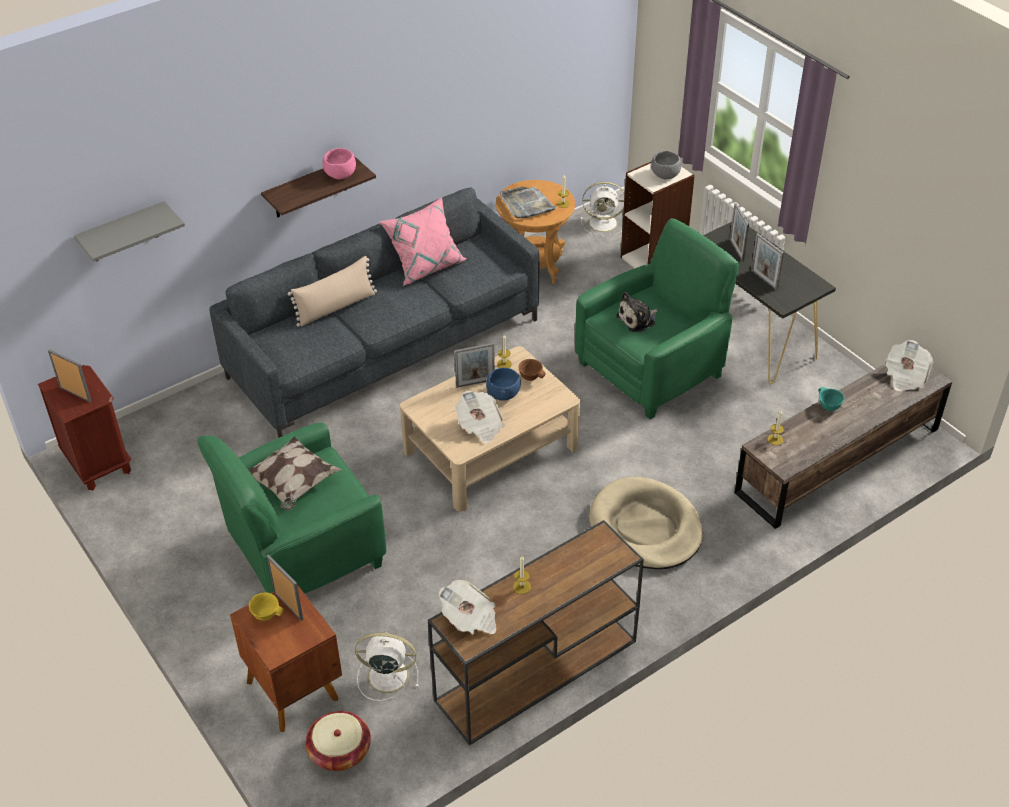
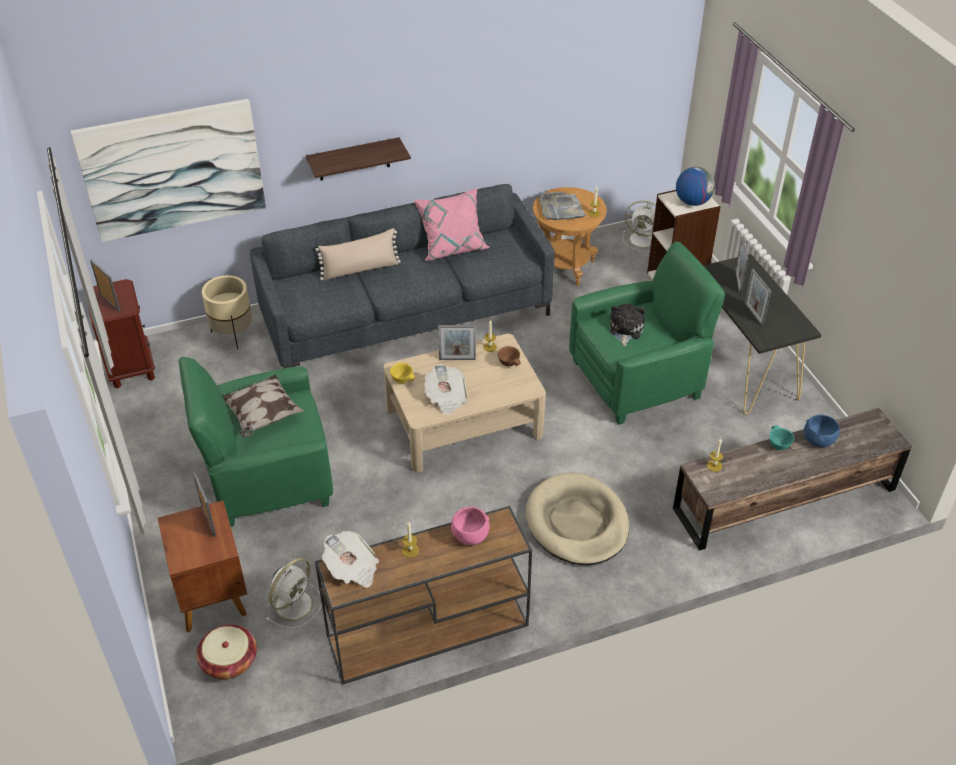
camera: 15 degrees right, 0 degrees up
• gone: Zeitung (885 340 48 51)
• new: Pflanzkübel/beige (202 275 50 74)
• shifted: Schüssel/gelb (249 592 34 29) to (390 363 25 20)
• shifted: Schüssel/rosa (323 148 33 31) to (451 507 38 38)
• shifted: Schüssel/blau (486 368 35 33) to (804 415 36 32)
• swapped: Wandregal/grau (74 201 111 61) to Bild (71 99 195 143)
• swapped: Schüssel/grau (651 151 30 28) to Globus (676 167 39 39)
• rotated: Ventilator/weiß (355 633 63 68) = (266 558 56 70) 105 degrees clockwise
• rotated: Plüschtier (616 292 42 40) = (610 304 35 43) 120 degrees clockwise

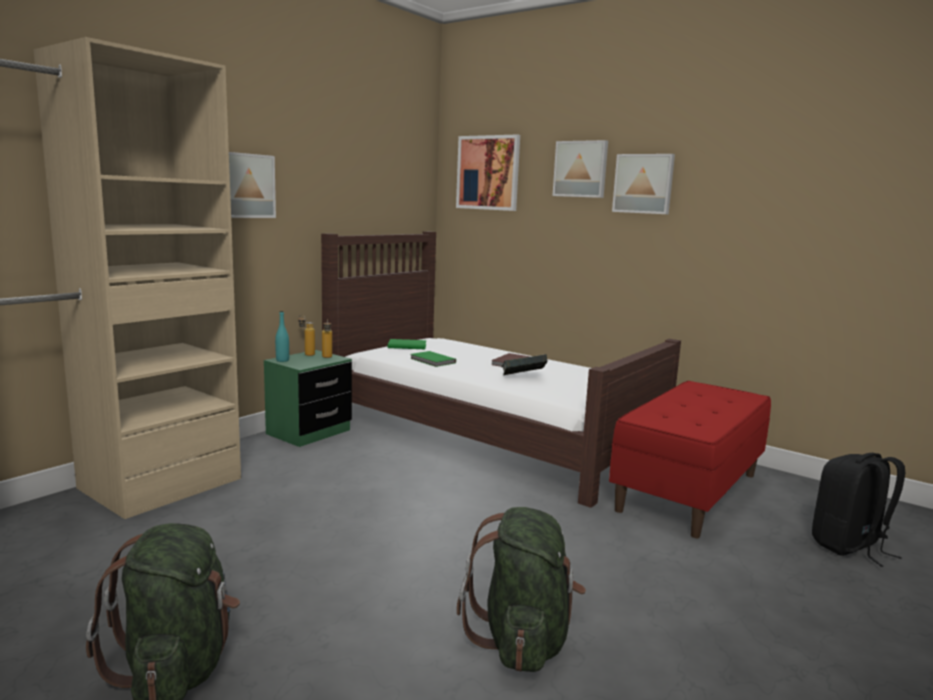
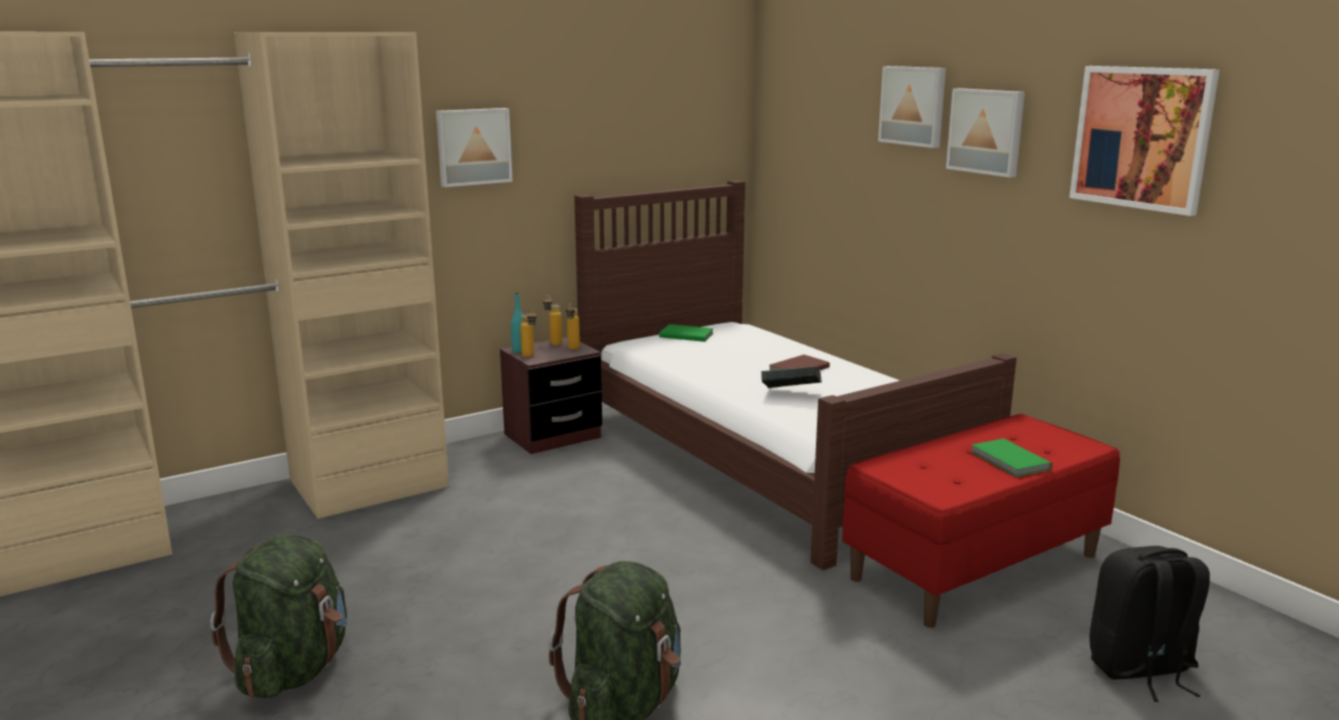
camera: 20 degrees right, 5 degrees up
• new: Flasche (520 309 16 48)
• shifted: Buch/grün (410 351 46 16) to (970 439 82 38)
• shifted: Bild (456 135 64 76) to (1069 66 151 150)
• repainted: Nachttisch/grün (264 350 88 97) to Nachttisch/braun (500 337 102 117)

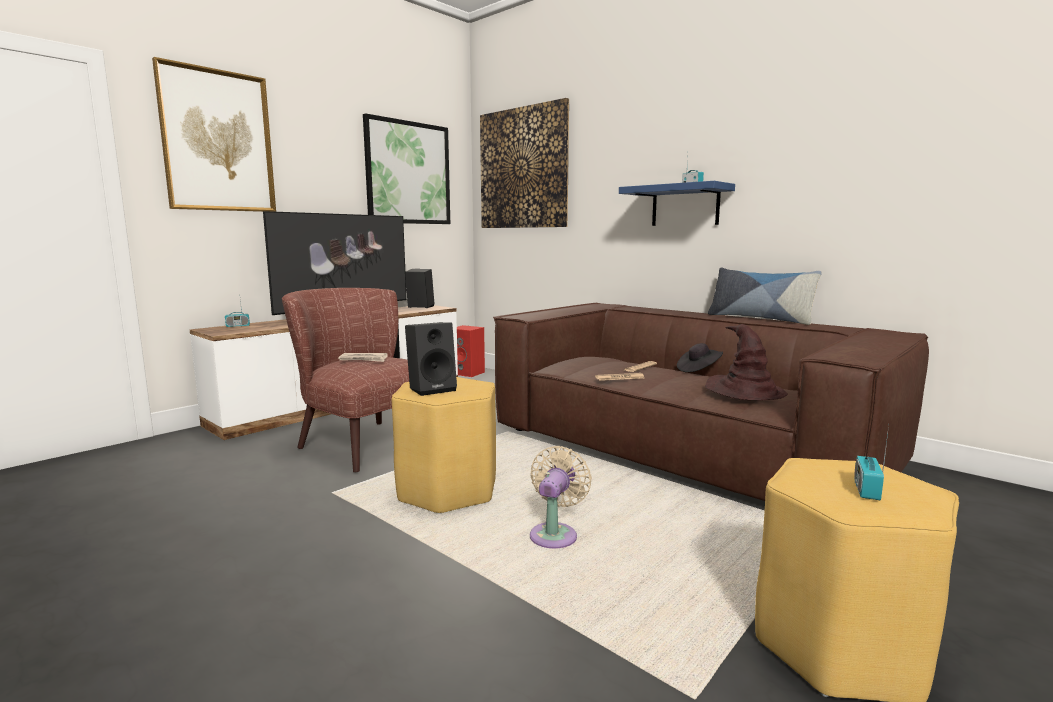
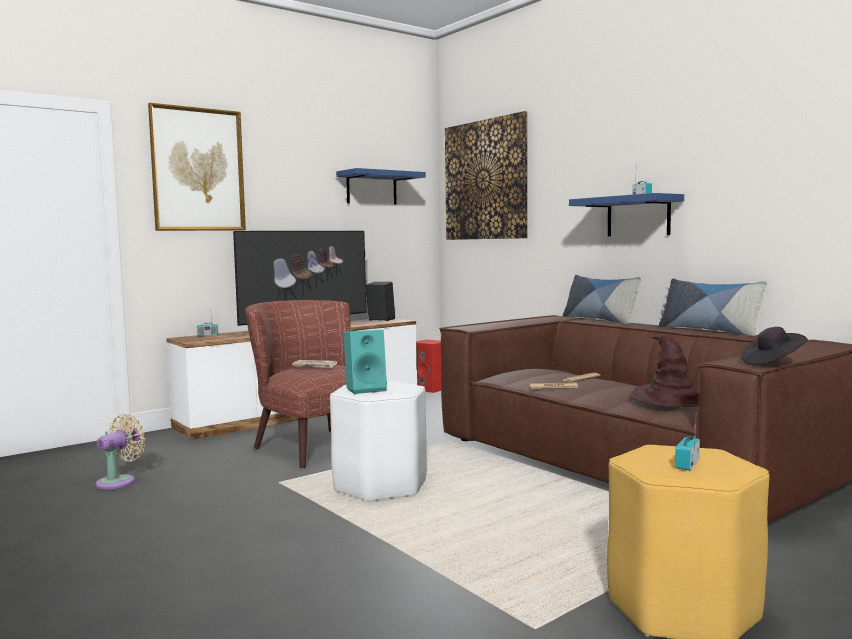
camera: 10 degrees right, 5 degrees down
• new: Kissen (563 275 78 50)
• shifted: Ventilator/beige (530 446 62 102) to (96 414 50 75)
• shifted: Hut/schwarz (677 343 46 29) to (741 327 67 38)
• swapped: Bild (363 113 87 111) to Wandregal/blau (336 168 90 36)
• repainted: Hocker/gelb (392 377 104 136) to Hocker/weiß (330 381 97 120)
• repainted: Lautsprecher/schwarz (405 322 52 74) to Lautsprecher/türkis (343 330 44 64)

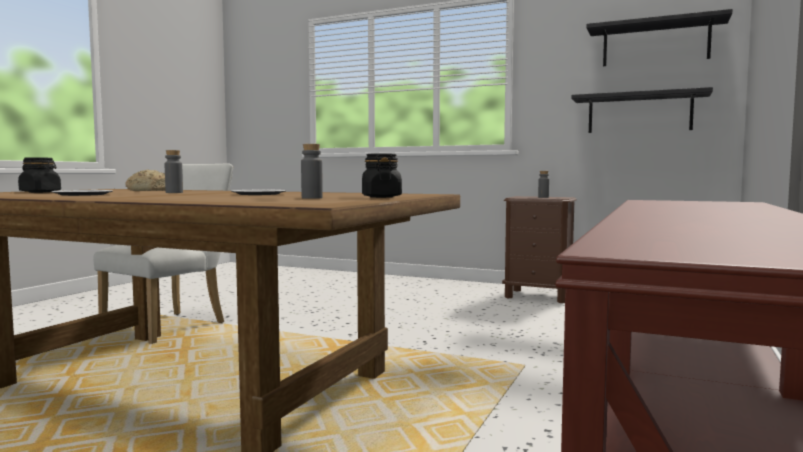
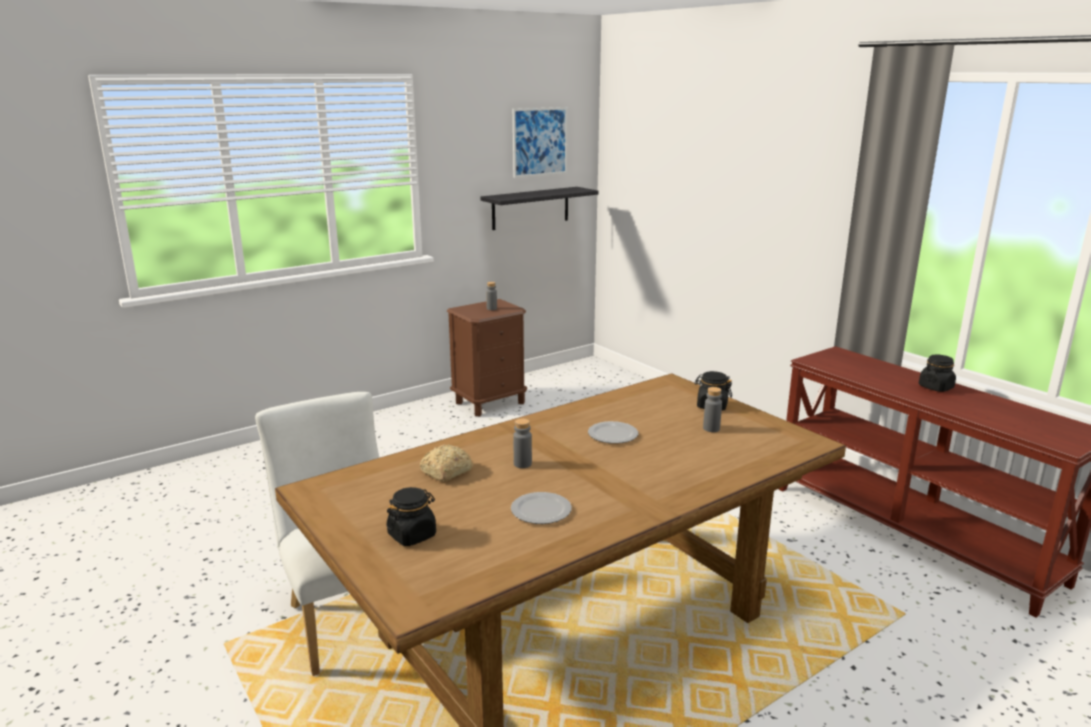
camera: 60 degrees left, 15 degrees up
• new: Vorratsglas/schwarz (919 355 37 37)
• swapped: Wandregal/schwarz (586 9 147 57) to Bild (513 107 54 71)

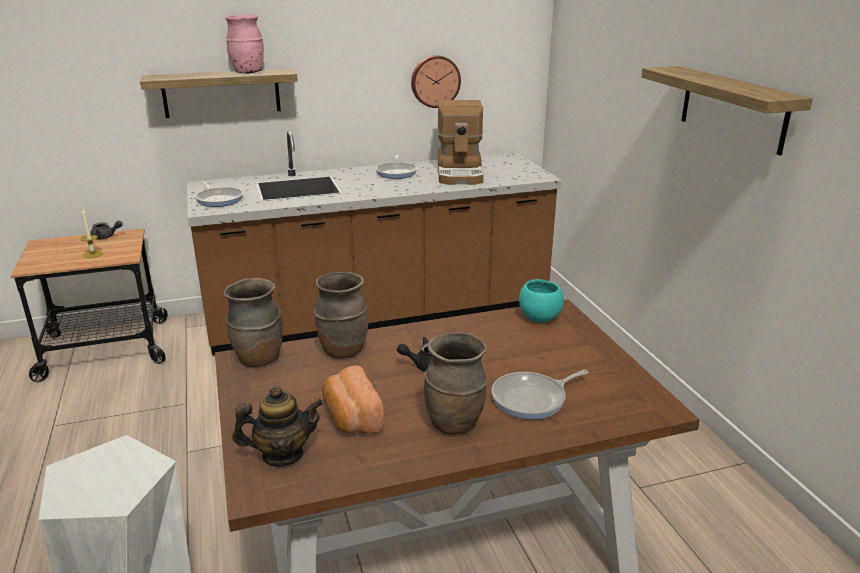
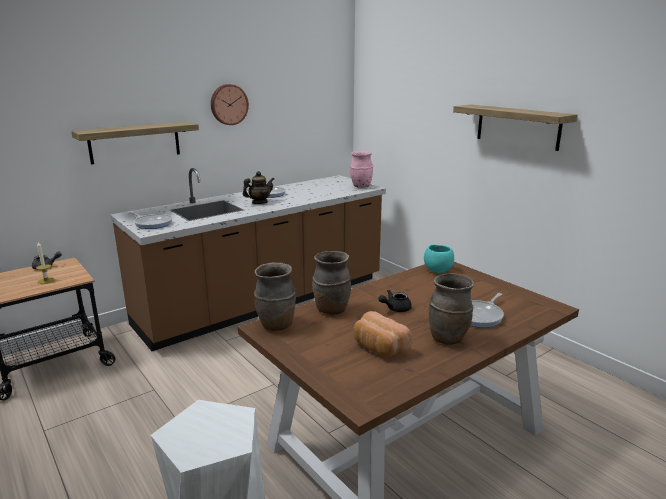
camera: 20 degrees left, 5 degrees down
• gone: Kaffeemaschine (438 100 46 85)
• shifted: Vase/rosa (225 15 39 59) to (350 151 23 37)
• shifted: Teekanne (232 386 92 81) to (243 171 31 33)
• shifted: Wanduhr (411 55 50 53) to (211 84 38 41)

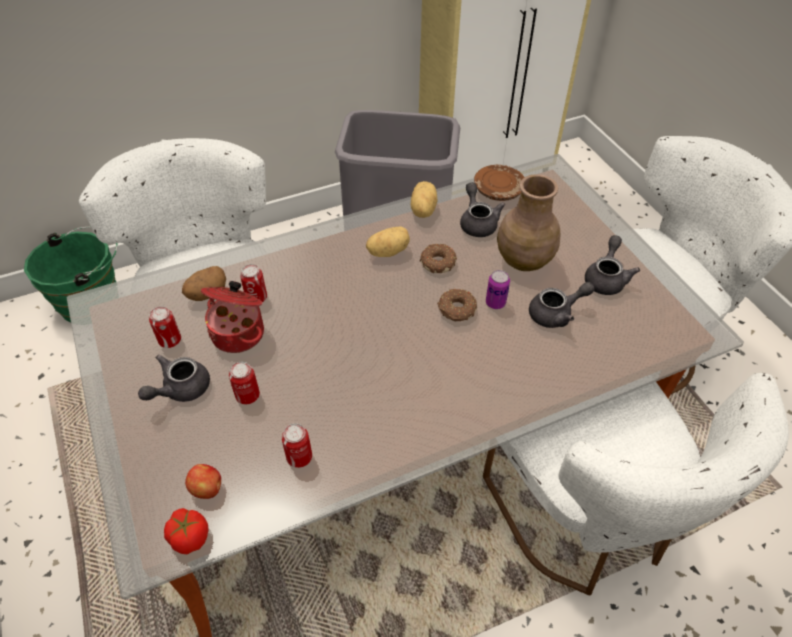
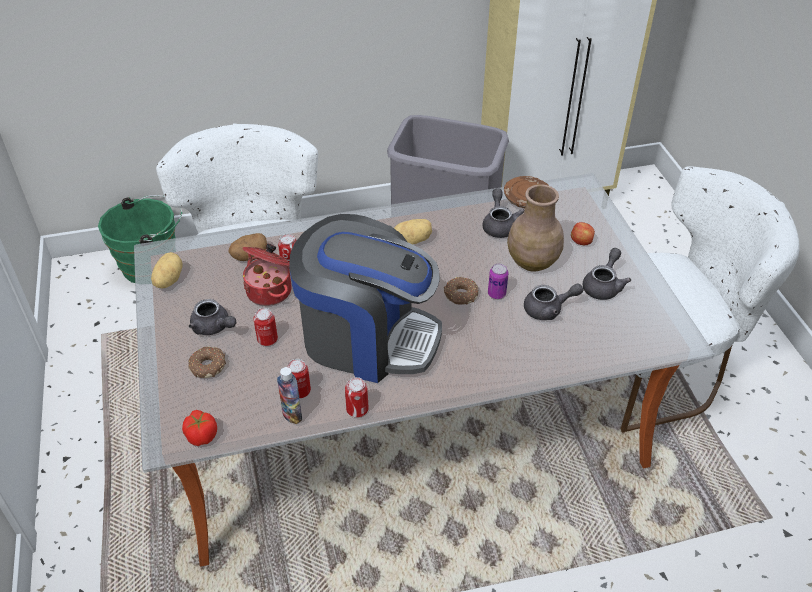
camera: 10 degrees right, 5 degrees down
• gone: Stuhl/weiß (483 373 306 222)
• new: Flasche (277 367 25 57)
• new: Kaffeemaschine (289 214 153 169)
• shifted: Dose (149 306 32 42) to (345 377 24 40)
• shifted: Apfel (185 464 36 35) to (571 222 24 23)
• shifted: Kartoffel (411 181 27 37) to (151 252 32 37)
• shifted: Donut (420 244 37 29) to (188 347 38 31)
• rotated: Teekanne/grau (138 355 72 47) = (189 299 47 36) 105 degrees counterclockwise

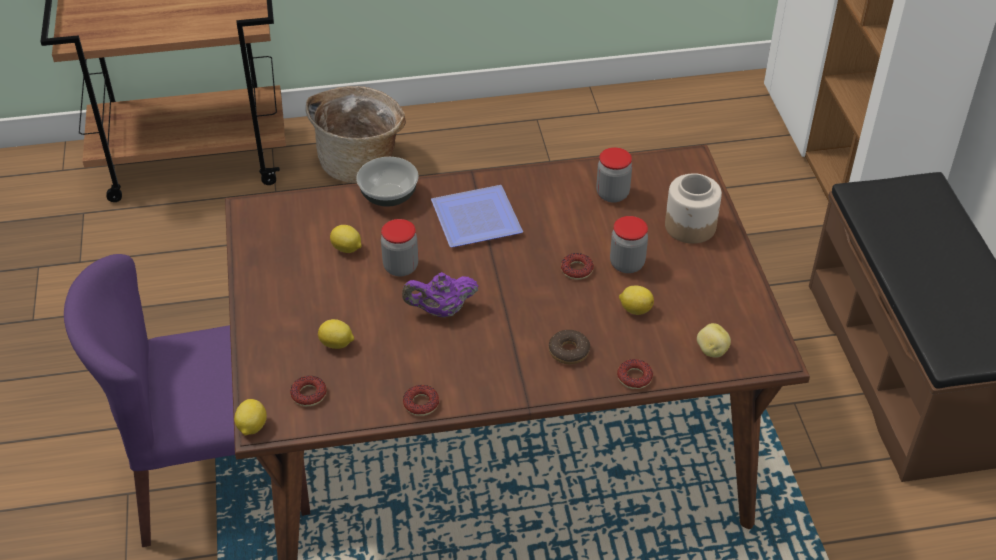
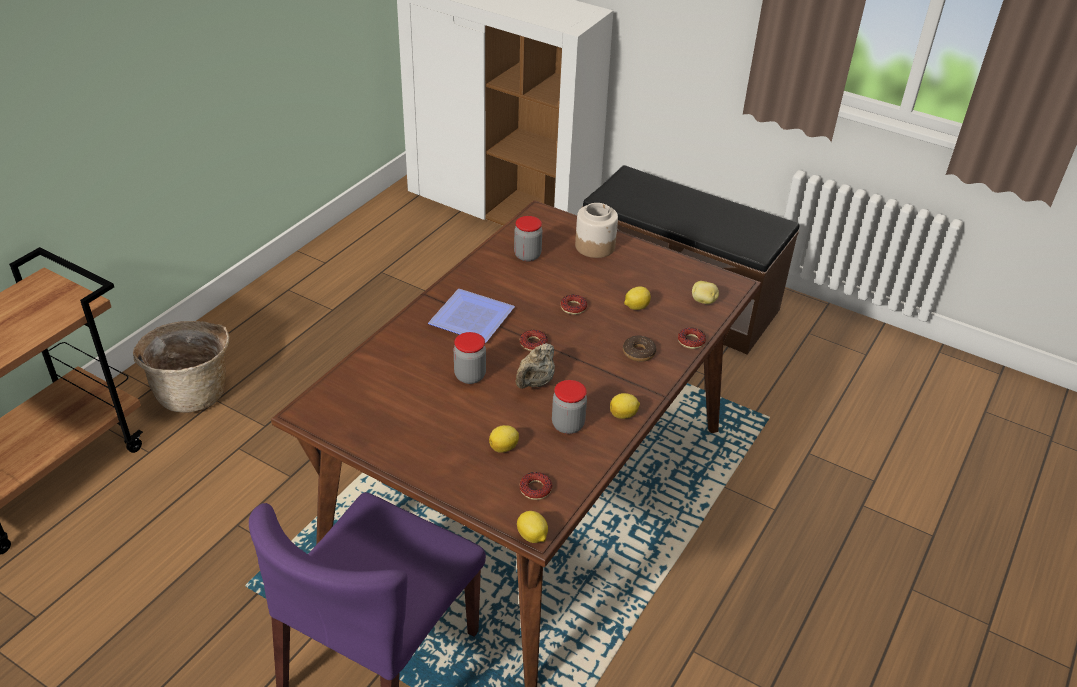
camera: 50 degrees left, 5 degrees down
• gone: Schüssel (356 157 63 50)
• shifted: Zitrone (330 225 32 28) to (610 393 30 26)
• shifted: Donut (403 385 36 31) to (520 330 28 21)
• shifted: Vorratsglas (610 216 38 57) to (552 380 35 54)
• repainted: Teekanne/lila (402 272 76 46) to Teekanne/beige (516 343 39 46)

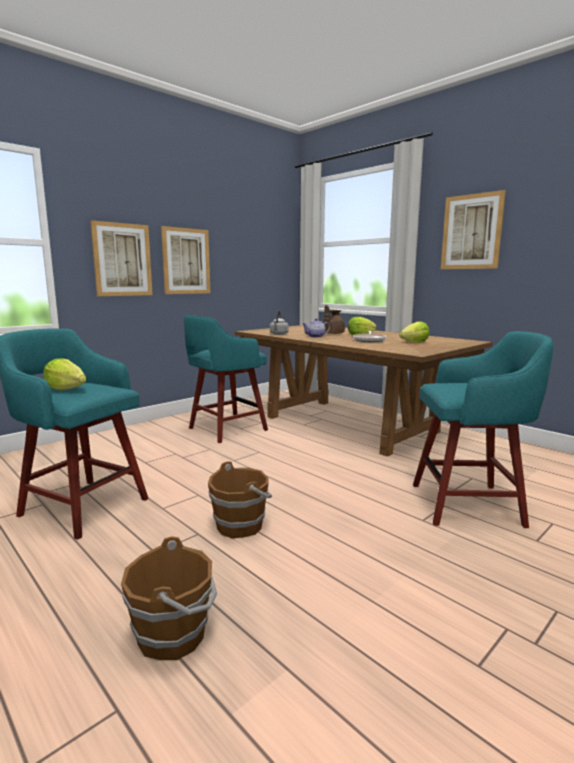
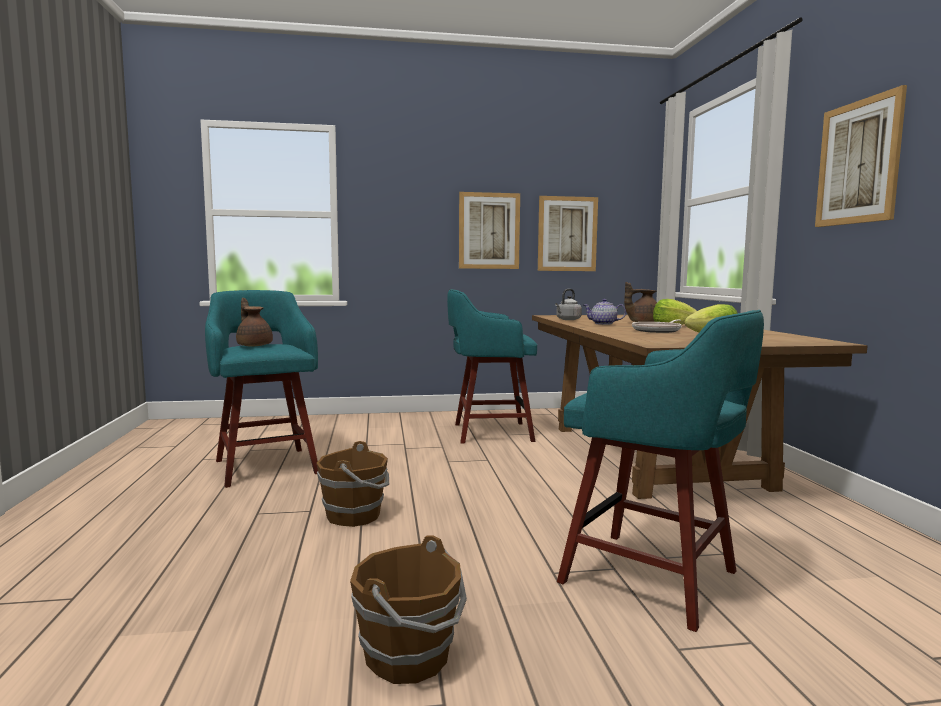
camera: 35 degrees right, 5 degrees down
• shifted: Bild (90 220 63 76) to (538 196 60 75)
• shifted: Eimer/braun (121 536 96 124) to (350 535 117 149)
• swapped: Salatkopf (43 358 43 32) to Teekanne/braun (236 298 37 48)

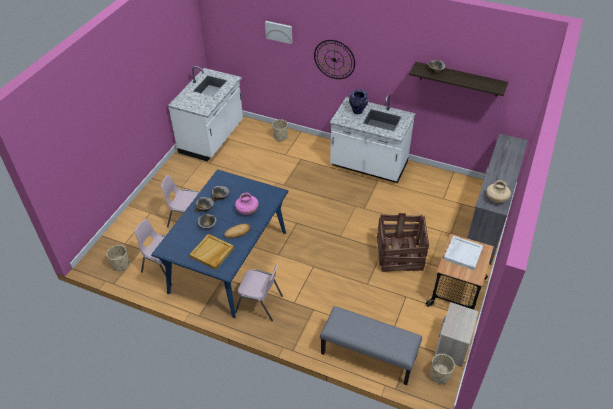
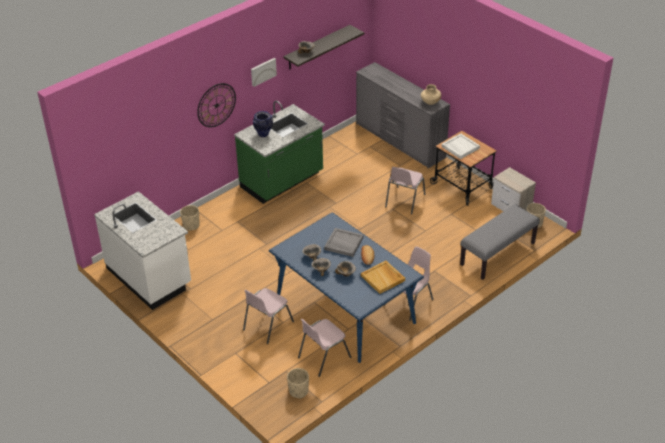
camera: 65 degrees left, 5 degrees down
• shifted: Bild (265 21 27 23) to (251 58 26 29)
• swapped: Vase/rosa (235 193 24 22) to Tablett/grau (324 228 39 29)
• swapped: Kiste (377 213 52 59) to Stuhl/rosa (385 167 41 48)
• repainted: Küchenzeile/weiß (330 94 86 89) to Küchenzeile/grün (234 101 91 103)

